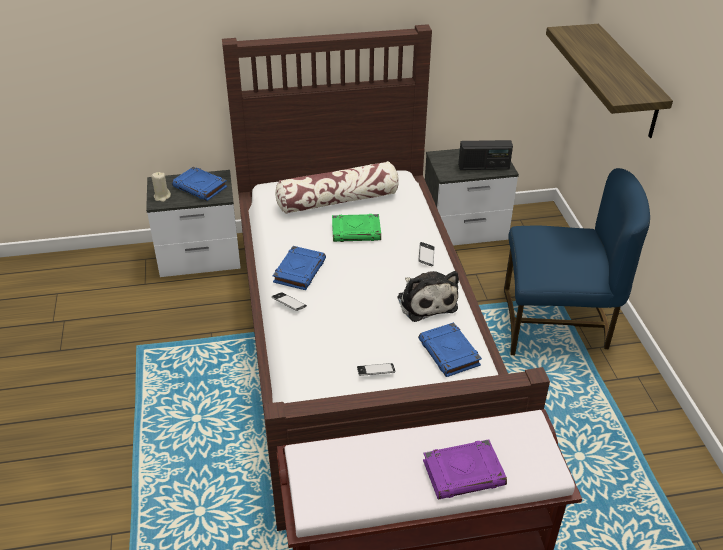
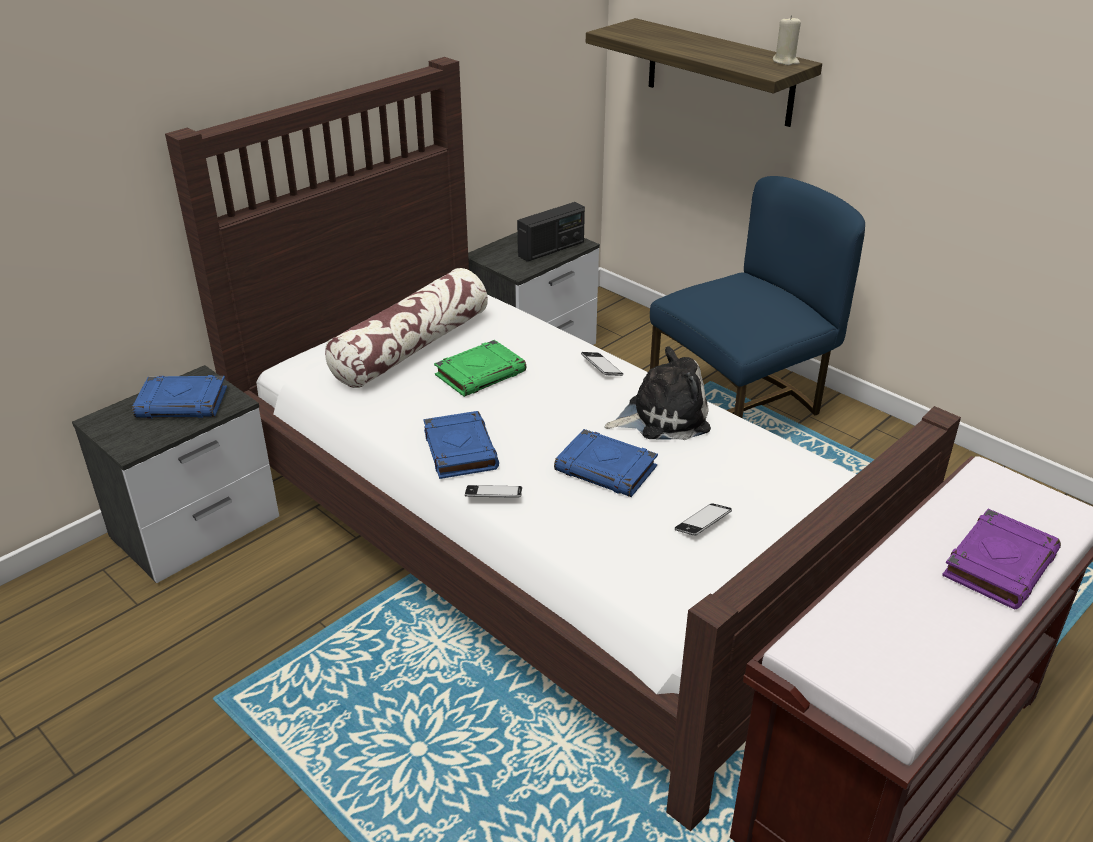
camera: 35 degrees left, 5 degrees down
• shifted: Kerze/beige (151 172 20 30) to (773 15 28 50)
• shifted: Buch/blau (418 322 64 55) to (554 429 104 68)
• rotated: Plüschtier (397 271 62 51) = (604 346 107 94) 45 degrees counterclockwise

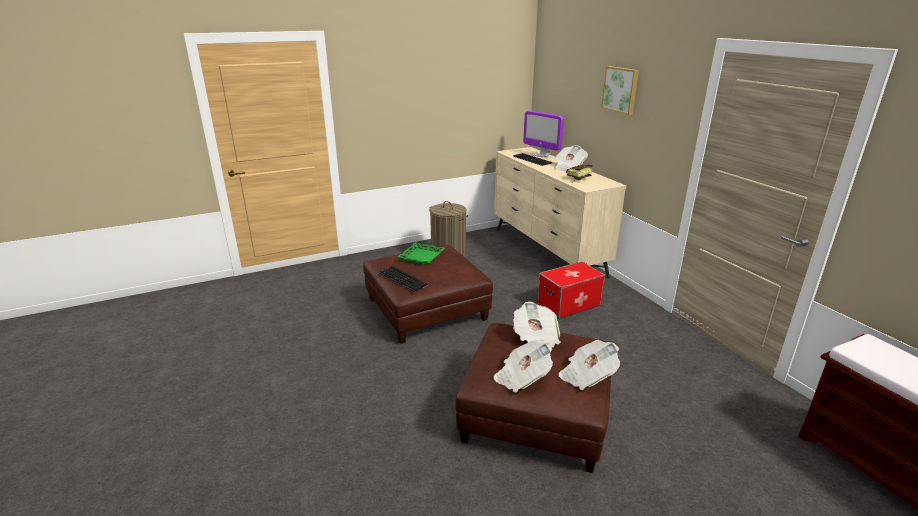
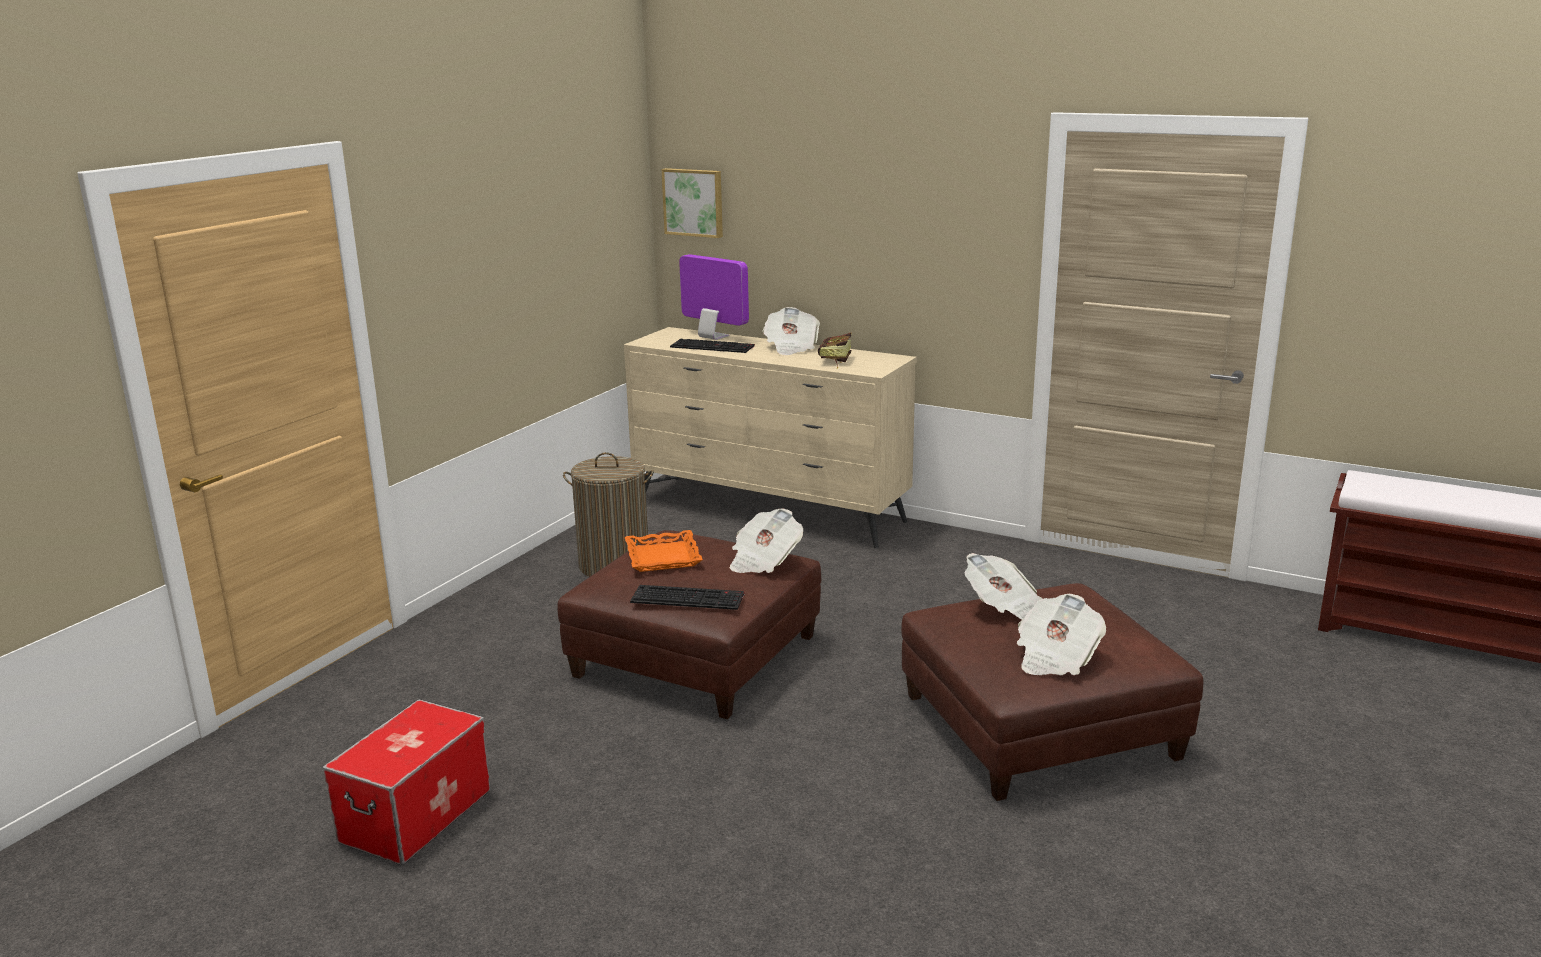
camera: 35 degrees left, 5 degrees down
• shifted: Aufbewahrungsbox (538 261 67 58) to (323 699 168 166)
• shifted: Zeitung (559 340 61 50) to (730 508 73 65)
• shifted: Bild (601 66 38 49) to (662 168 61 70)
• repainted: Tablett/grün (397 242 48 23) to Tablett/orange (625 530 78 42)
• rotated: Monitor (523 111 41 46) = (679 254 70 86) 150 degrees counterclockwise

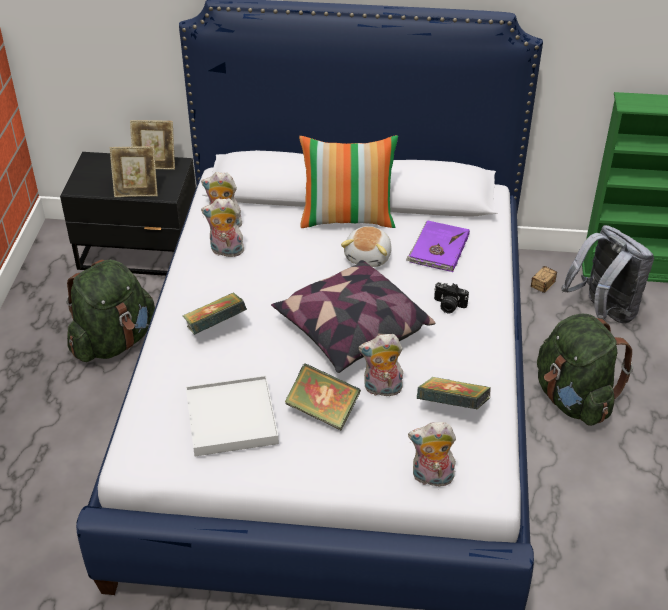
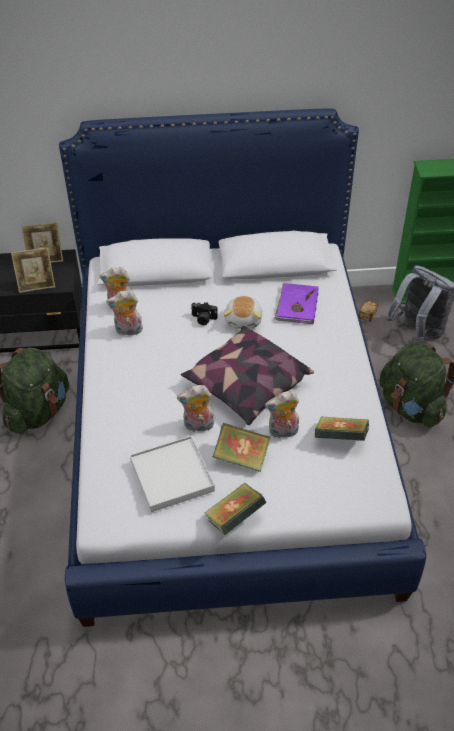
camera: 10 degrees left, 5 degrees up
• gone: Kissen (299 135 99 93)
• shifted: Buch (182 292 65 43) to (204 483 62 52)
• shifted: Plüschtier (408 422 48 65) to (177 385 37 49)
• shifted: Kamera (434 282 35 31) to (191 302 27 23)

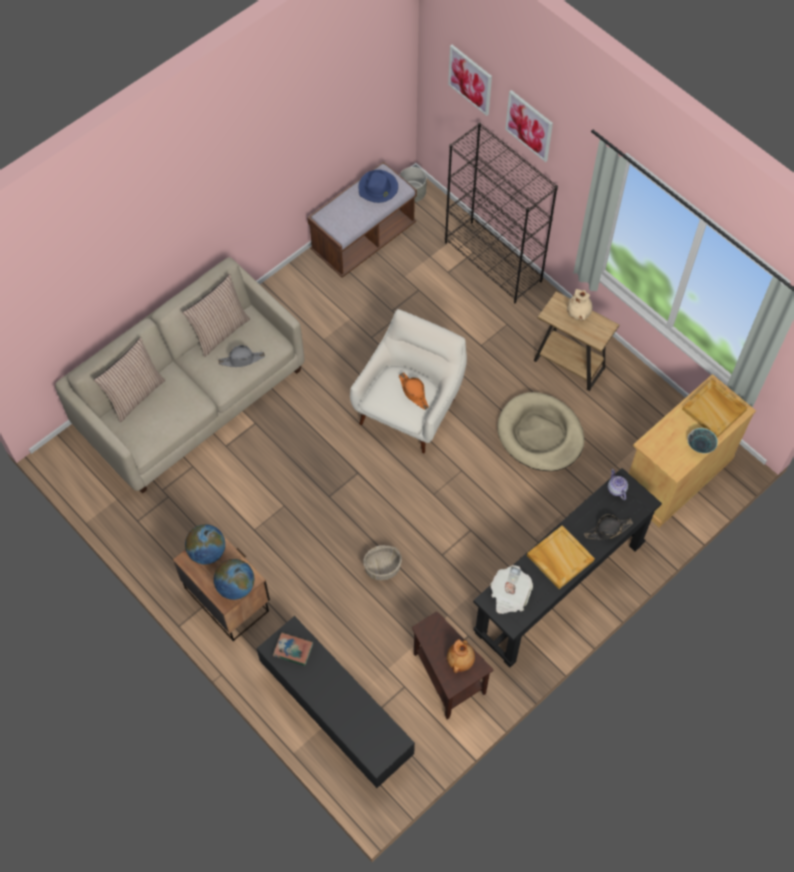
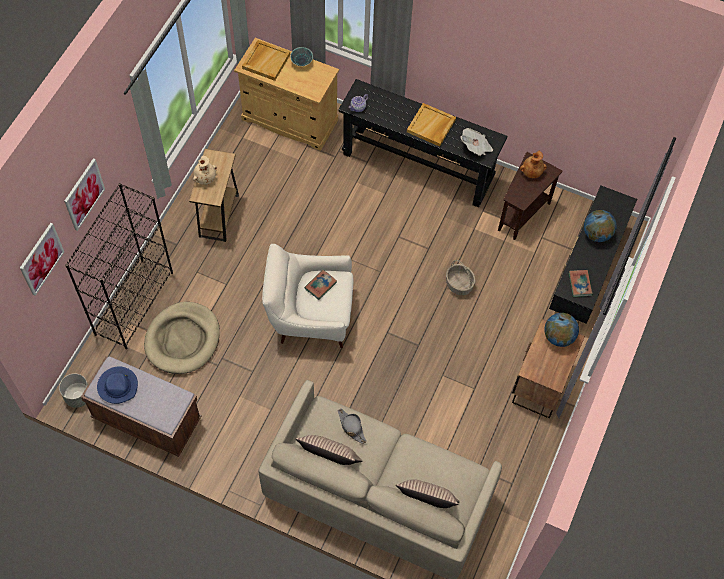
camera: 115 degrees left, 0 degrees up
• gone: Hut/schwarz (584 514 49 25)
• shifted: Globus (185 524 40 40) to (584 210 33 32)
• shifted: Hundebett/beige (497 392 87 79) to (144 302 76 72)
• swapped: Hut/orange (399 372 30 38) to Buch (304 270 33 30)

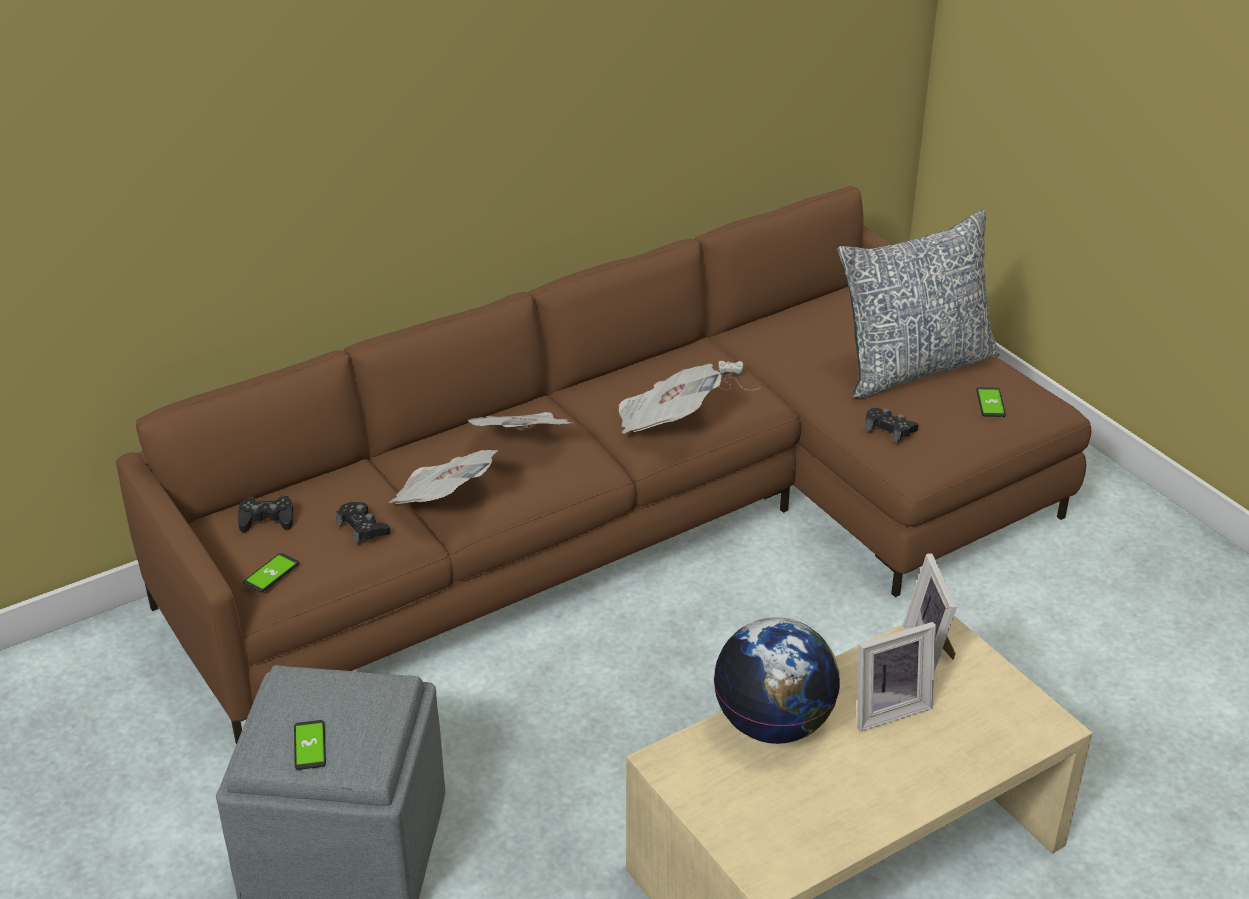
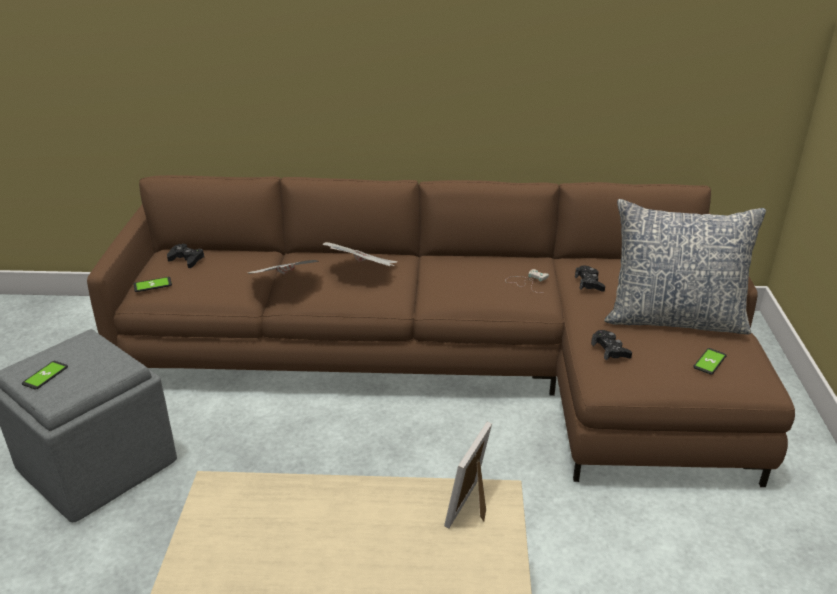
camera: 35 degrees right, 5 degrees down
• gone: Zeitung (619 364 103 70)
• gone: Globus (714 617 126 127)
• gone: Bilderrahmen (857 622 79 109)
• shifted: Gamepad/schwarz (336 502 54 43) to (575 266 30 26)

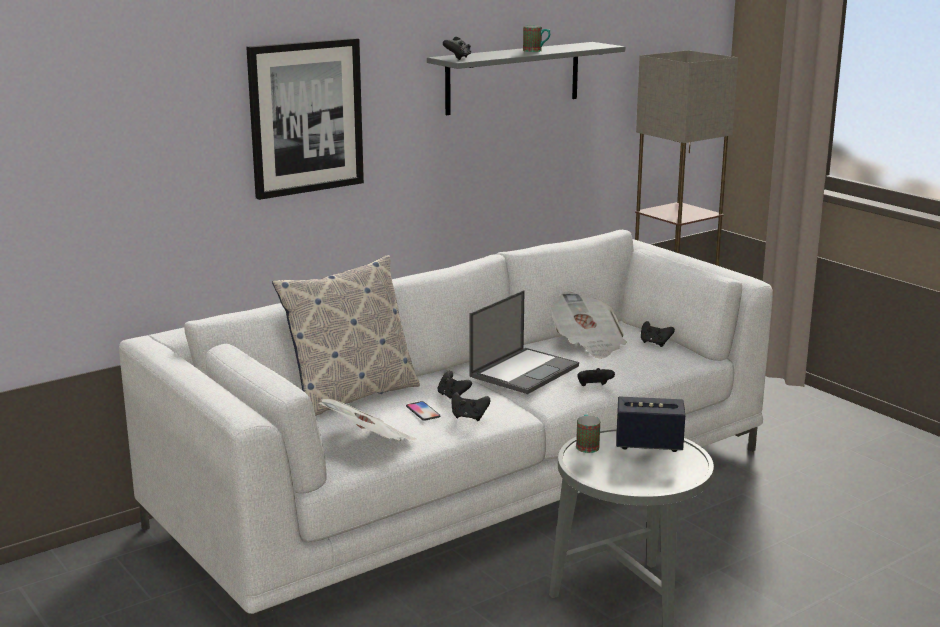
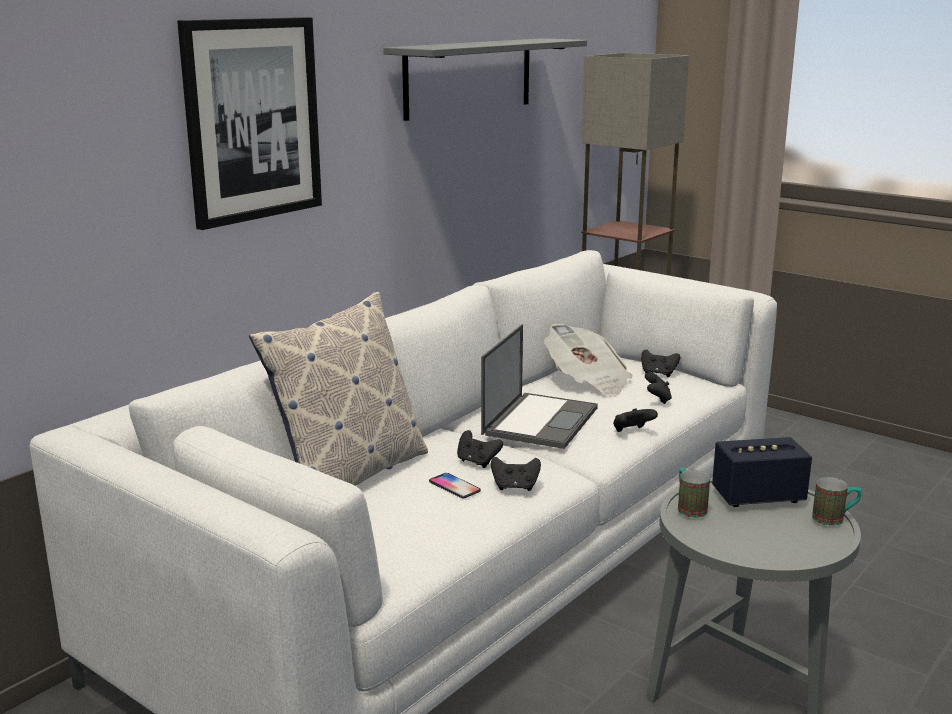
camera: 15 degrees left, 0 degrees up
• gone: Zeitung (319 399 97 42)
• shifted: Gamepad/schwarz (443 37 28 23) to (645 372 27 32)
• shifted: Henkelbecher (523 25 27 27) to (812 477 49 48)

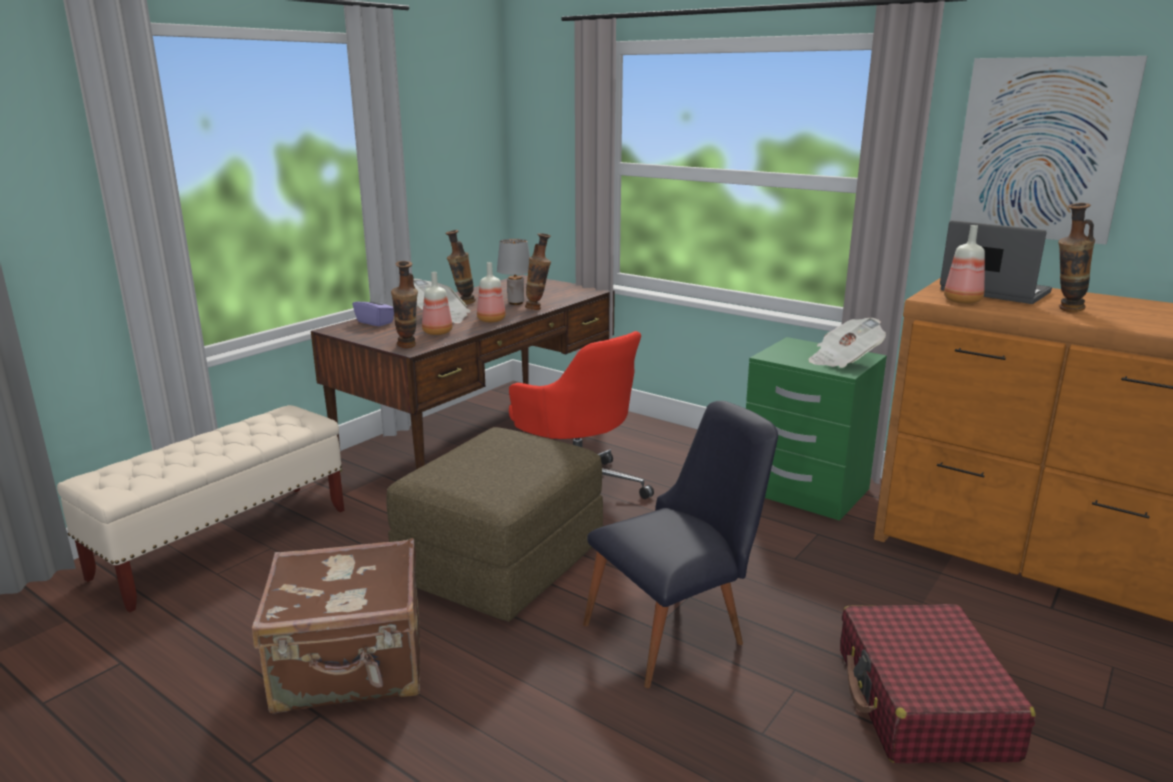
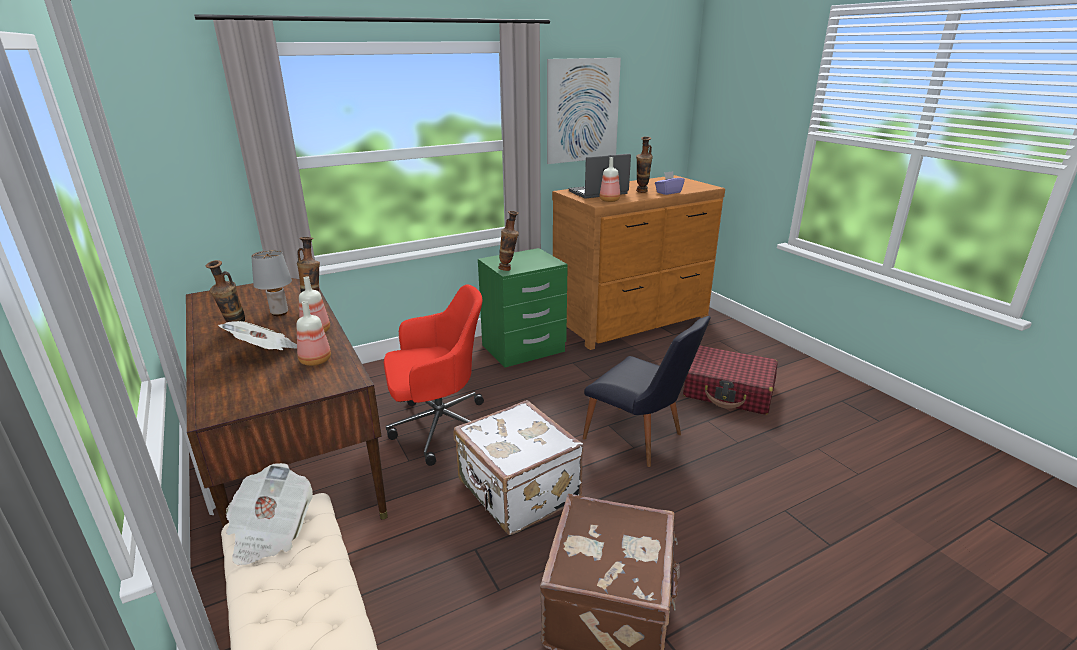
camera: 65 degrees left, 5 degrees up
• shifted: Taschentuchbox/lila (352 292 42 34) to (655 171 30 24)
• shifted: Vase (391 261 27 87) to (498 211 21 60)
• shifted: Zeitung (808 318 78 50) to (225 463 88 103)
• swapped: Polsterhocker/braun (386 427 217 194) to Koffer/weiß (453 400 130 135)
• rotated: Stuhl/schwarz (583 401 195 287) = (583 316 128 151) 135 degrees clockwise

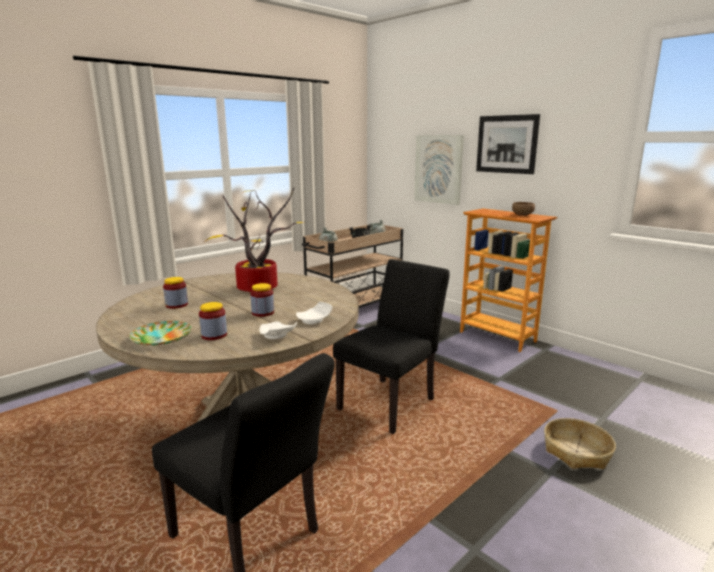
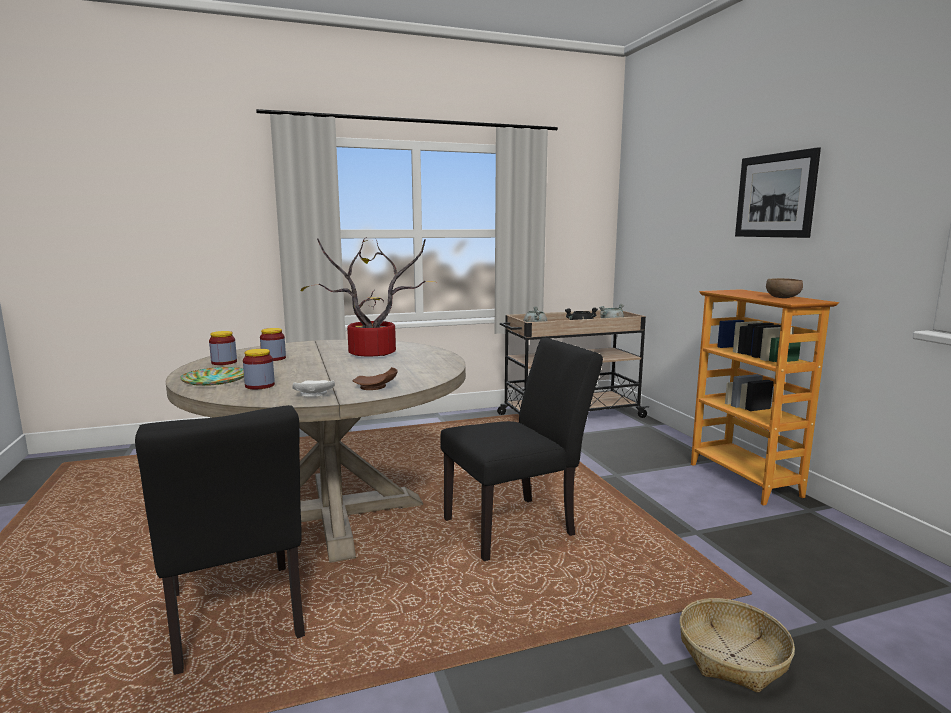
camera: 25 degrees right, 5 degrees down
• gone: Bild (414 135 50 70)
• shifted: Vorratsglas (250 283 24 34) to (209 331 28 34)
• repainted: Teller/weiß (296 302 36 22) to Teller/braun (353 367 45 23)

